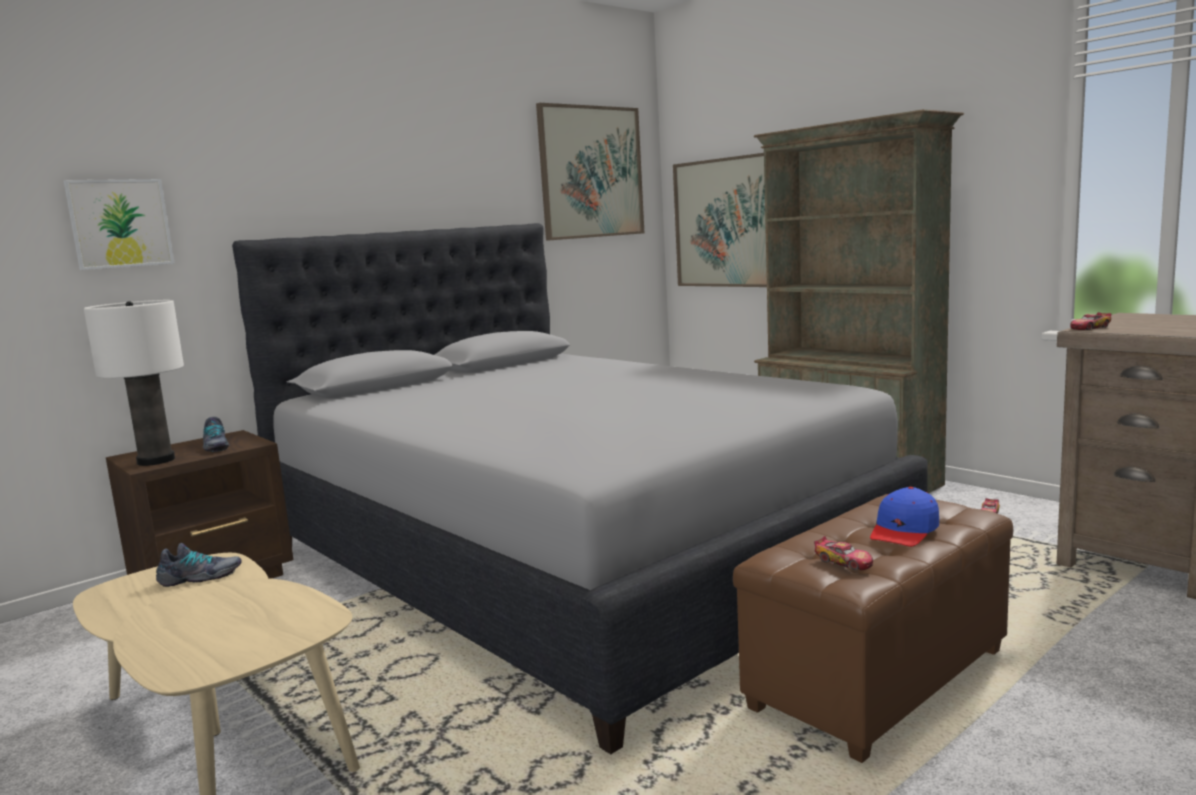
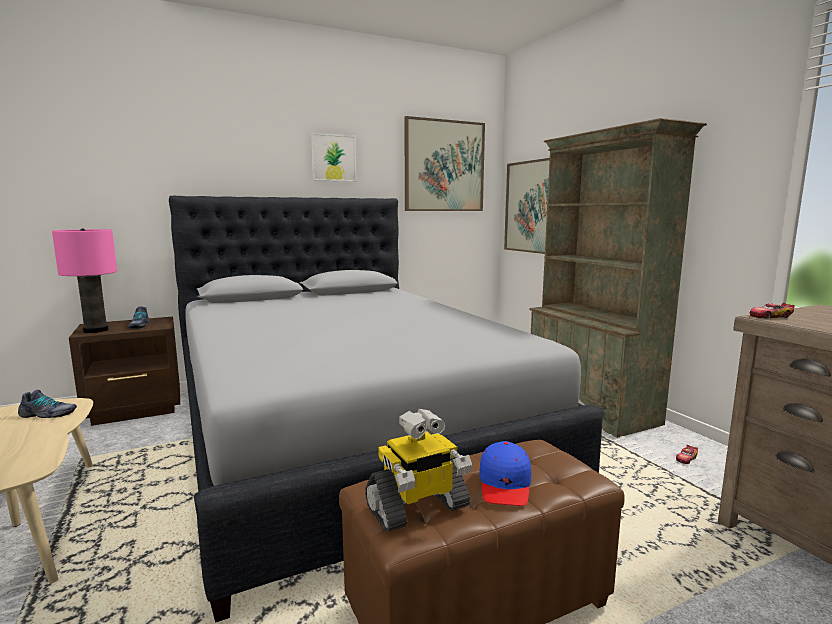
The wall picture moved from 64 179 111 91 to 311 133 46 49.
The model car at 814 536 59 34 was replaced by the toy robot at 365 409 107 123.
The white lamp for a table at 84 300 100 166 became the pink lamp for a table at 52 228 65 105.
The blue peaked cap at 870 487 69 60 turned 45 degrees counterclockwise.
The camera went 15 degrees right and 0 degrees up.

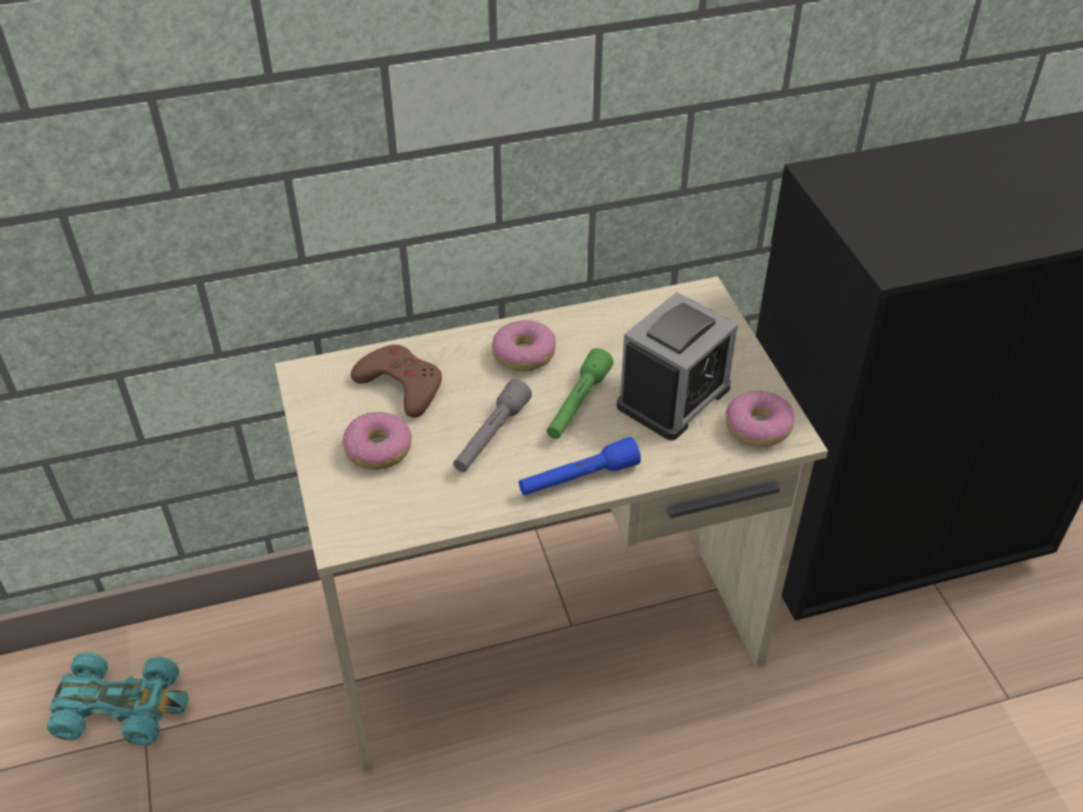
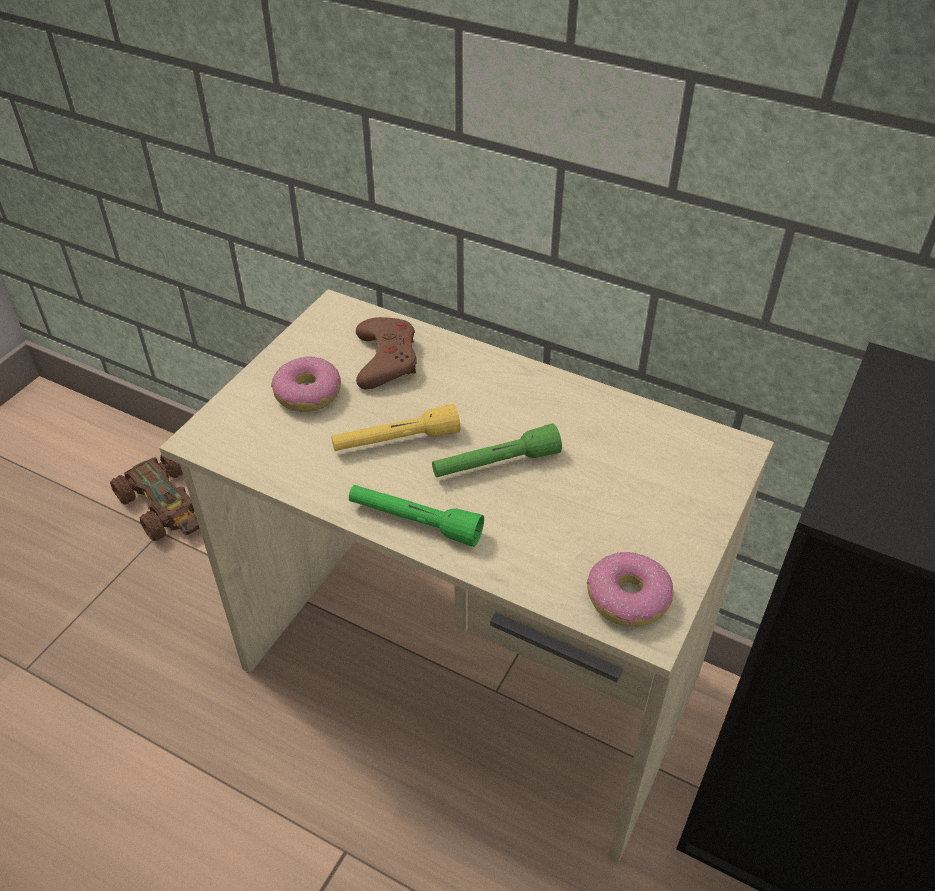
The doughnut at 492 320 64 52 disappeared.
The alarm clock at 617 292 121 148 disappeared.
The blue-green model car at 47 652 142 94 became the brownish model car at 110 455 90 86.
The grey flashlight at 453 379 79 93 became the yellow-coloured flashlight at 331 403 129 48.
The blue flashlight at 519 437 122 58 became the green-coloured flashlight at 349 485 135 62.
The camera went 45 degrees right and 0 degrees up.

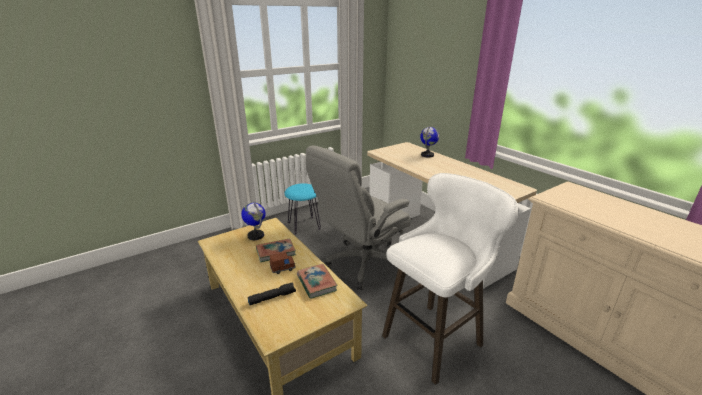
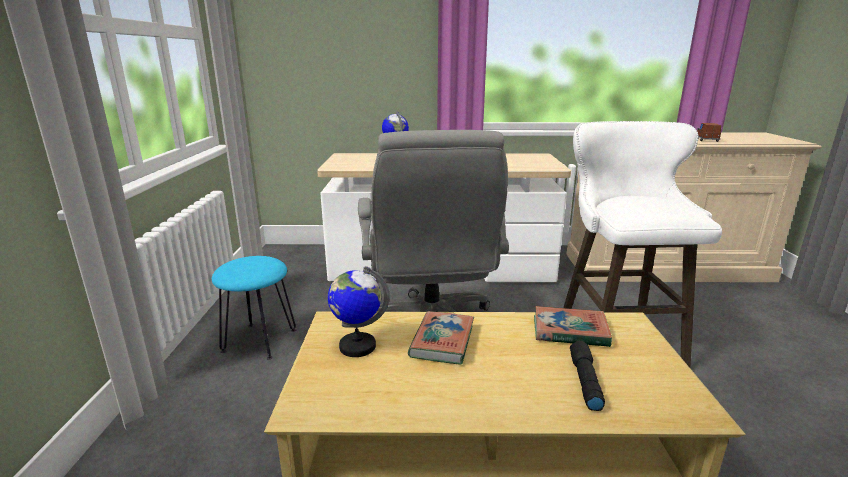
The brownish model car moved from 270 252 26 22 to 697 123 24 19.
The camera went 55 degrees left and 5 degrees down.

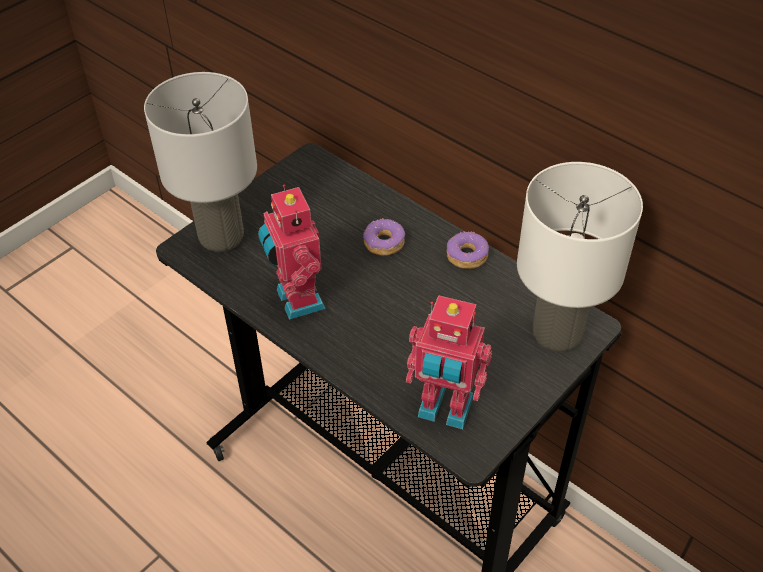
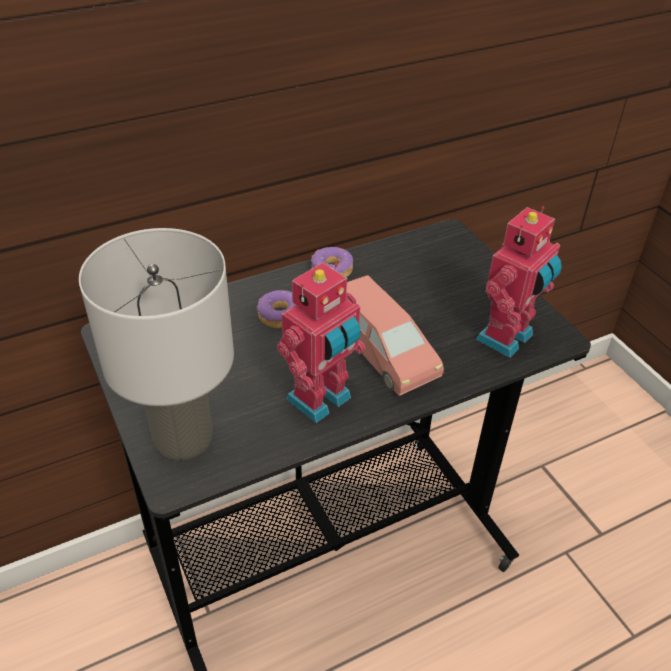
The white lamp for a table at 517 162 126 190 disappeared.
The pink model car at 347 275 97 121 appeared.
The toy robot at 258 185 68 135 turned 45 degrees counterclockwise.
The camera went 70 degrees left and 5 degrees down.

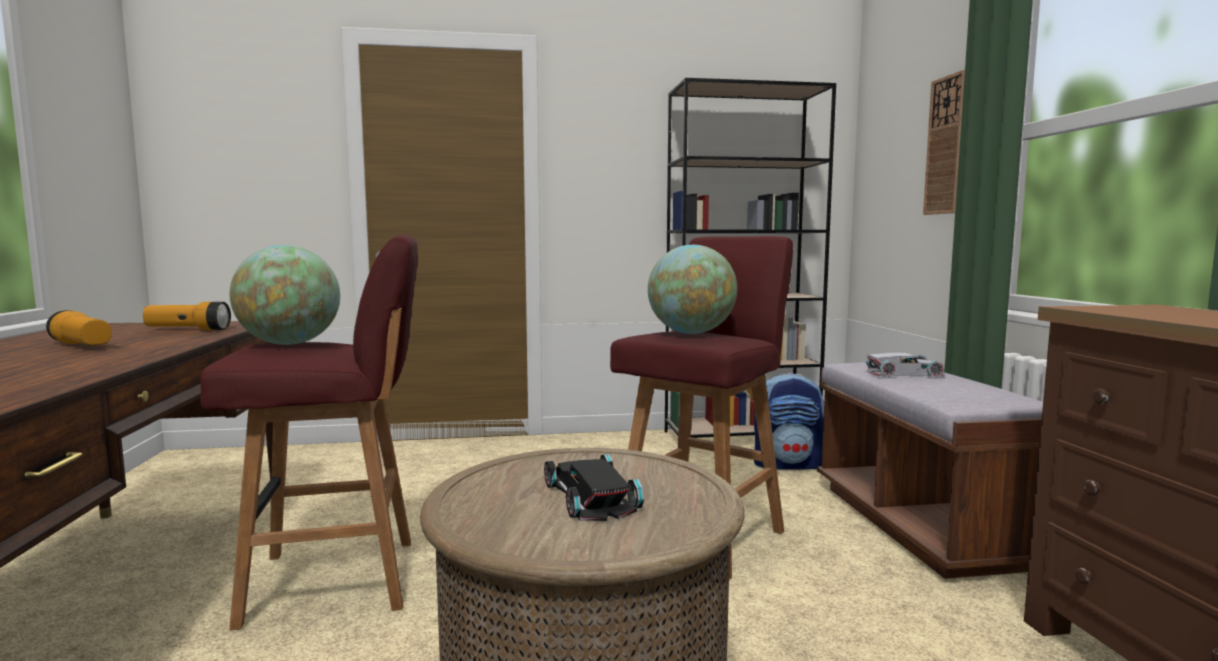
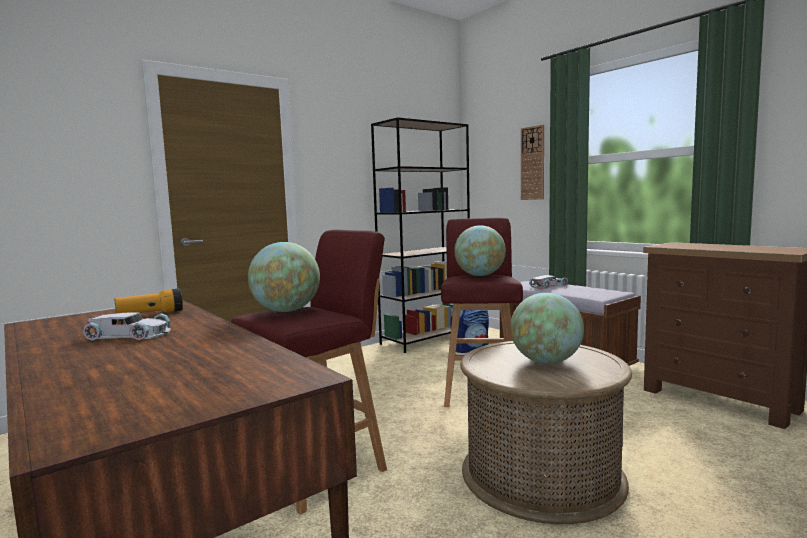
The flashlight at 46 310 66 35 was replaced by the white model car at 83 312 88 29.
The black-coloured model car at 544 454 100 67 was replaced by the world globe at 510 293 74 71.
The camera went 30 degrees left and 0 degrees up.

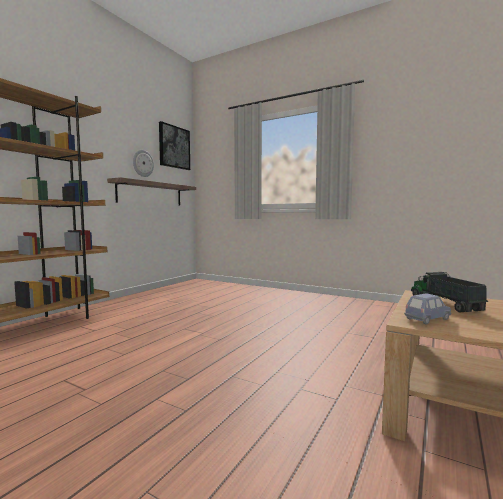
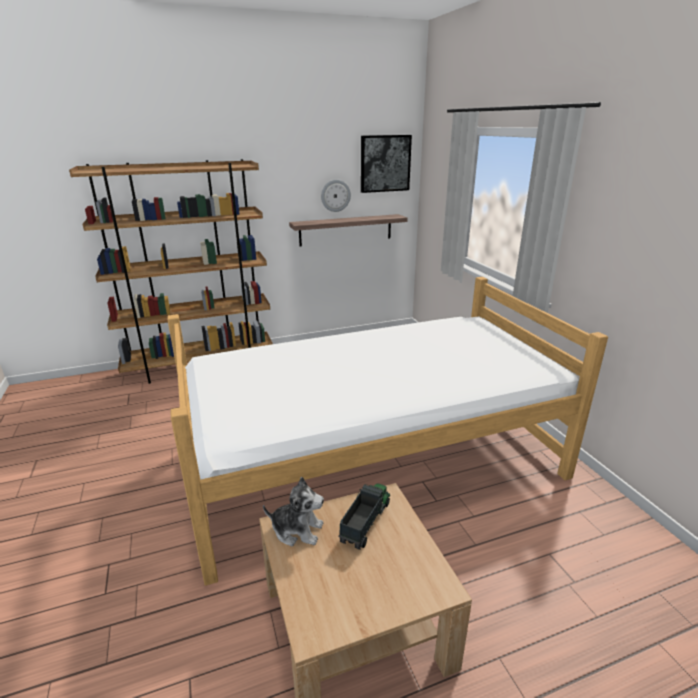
The bed at 167 277 441 309 appeared.
The blue model car at 404 293 48 32 was replaced by the soft toy at 263 477 61 69.
The camera went 40 degrees right and 20 degrees up.

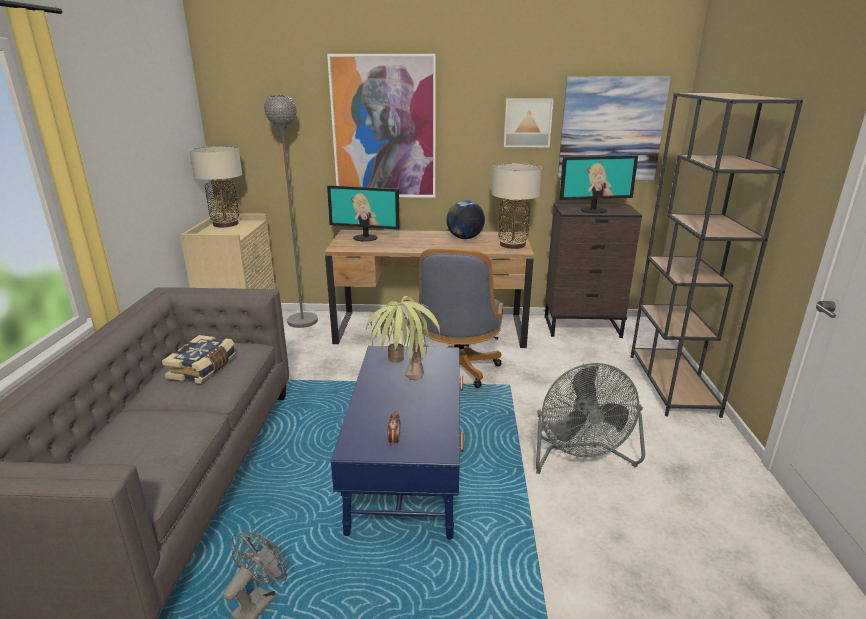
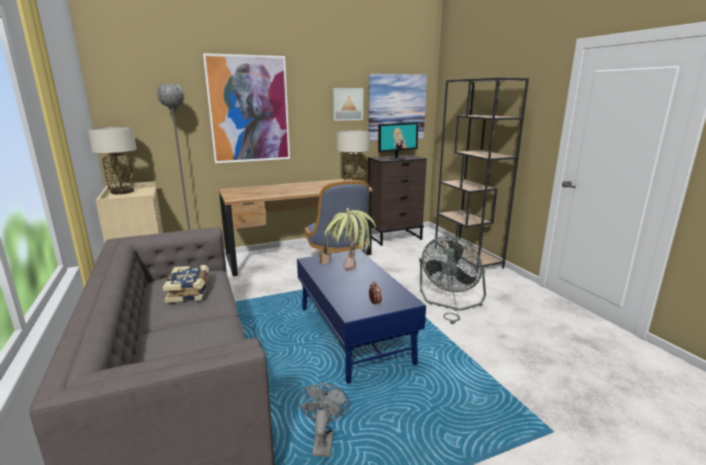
The computer display at 327 185 73 56 disappeared.
The world globe at 446 200 39 39 disappeared.
The grey fan at 536 363 109 111 turned 120 degrees counterclockwise.
The camera went 25 degrees left and 5 degrees down.

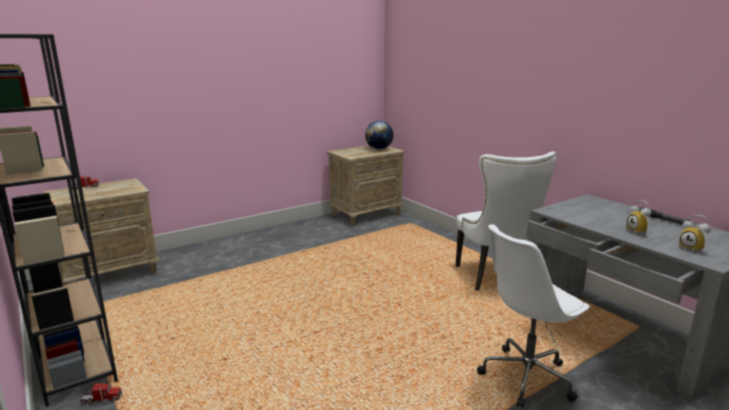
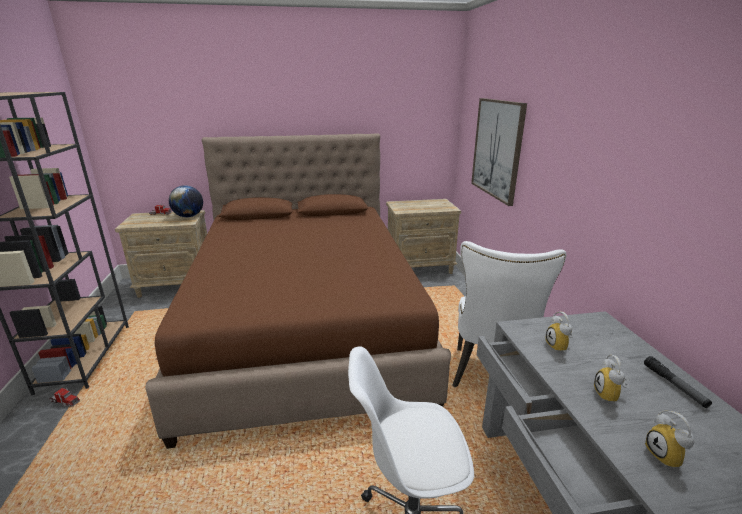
The brownish bed at 145 133 306 316 appeared.
The wall picture at 471 98 56 108 appeared.
The alarm clock at 546 312 28 40 appeared.
The world globe moved from 365 121 28 28 to 169 185 34 32.
The camera went 25 degrees right and 5 degrees up.

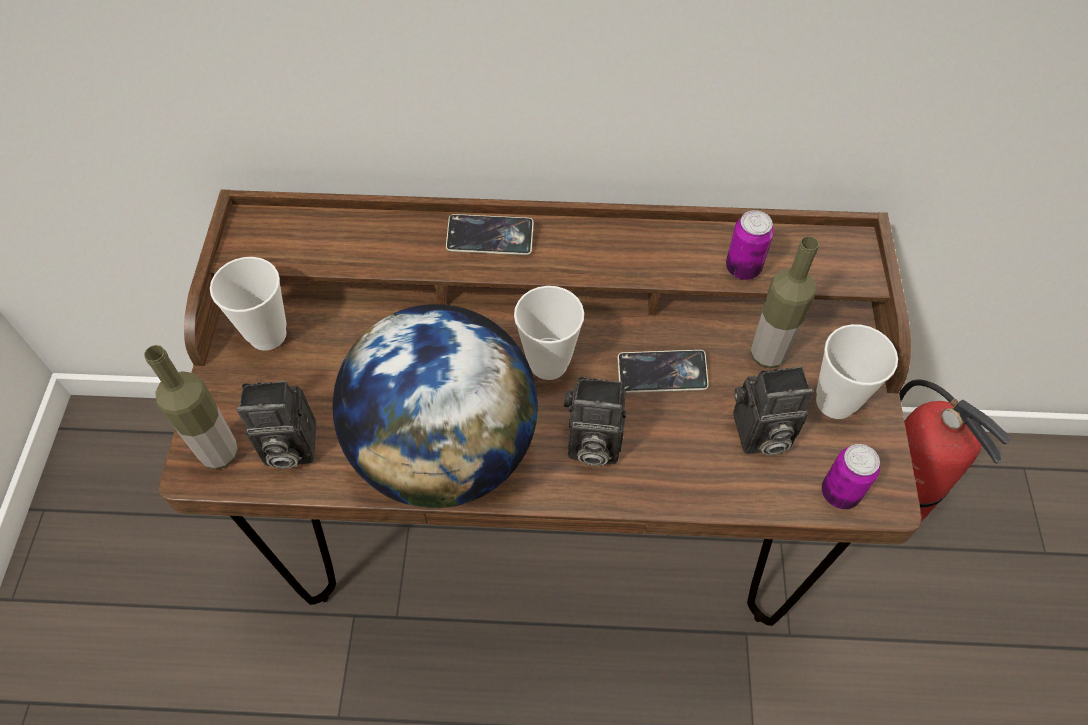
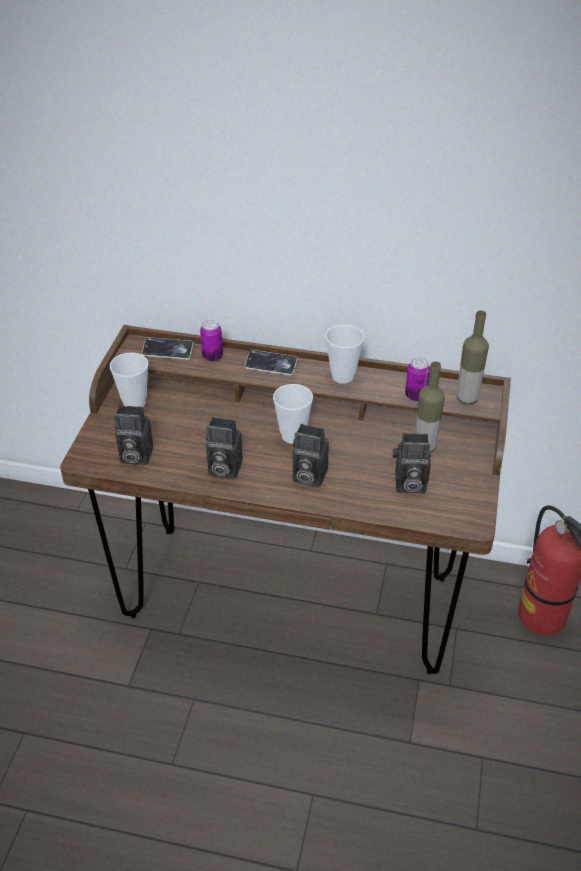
The bottle moved from 144 345 94 125 to 457 310 32 95.
The handset moved from 618 350 90 43 to 142 337 52 23.
The drinking cup moved from 816 324 82 95 to 325 324 39 60.
The can moved from 822 444 58 65 to 200 320 23 42.
The world globe at 332 304 206 204 was replaced by the photo camera at 206 417 37 62.
The camera went 10 degrees right and 15 degrees down.

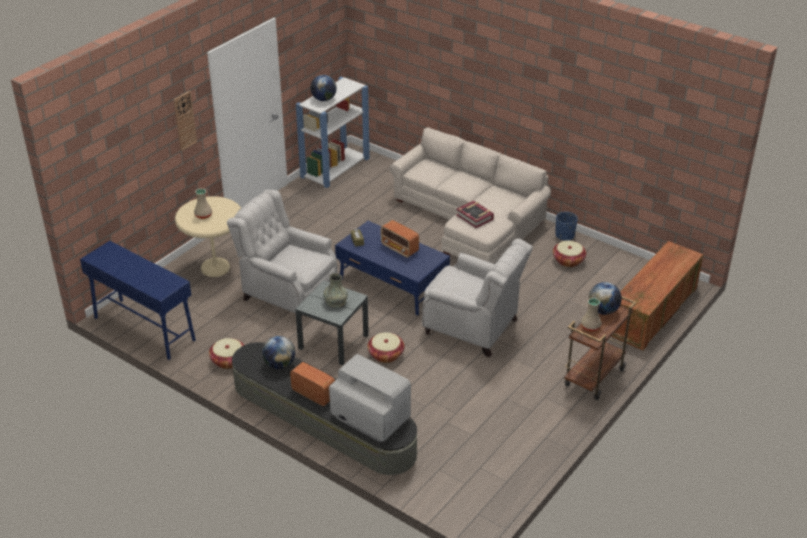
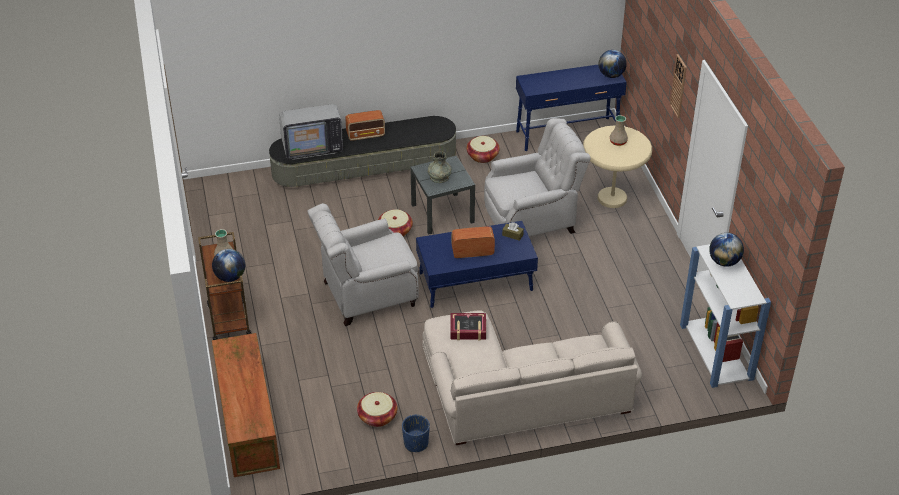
The world globe moved from 262 336 33 33 to 598 50 29 28.
The camera went 130 degrees right and 5 degrees up.

